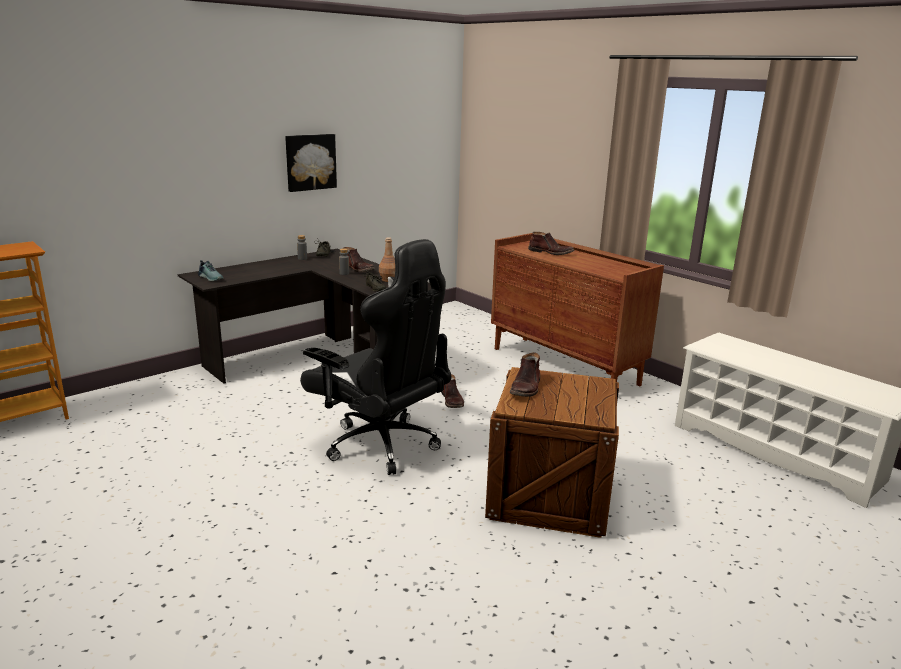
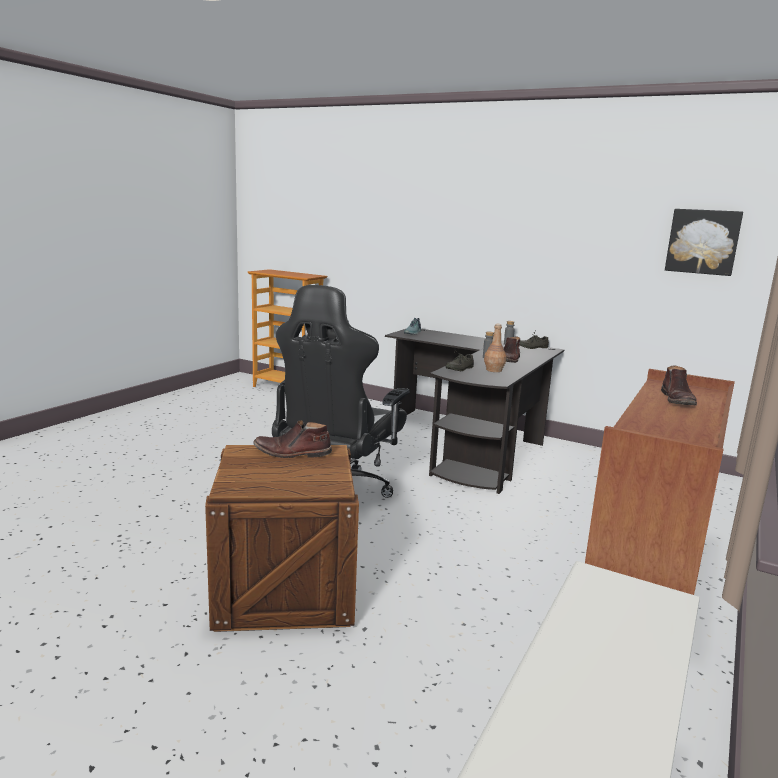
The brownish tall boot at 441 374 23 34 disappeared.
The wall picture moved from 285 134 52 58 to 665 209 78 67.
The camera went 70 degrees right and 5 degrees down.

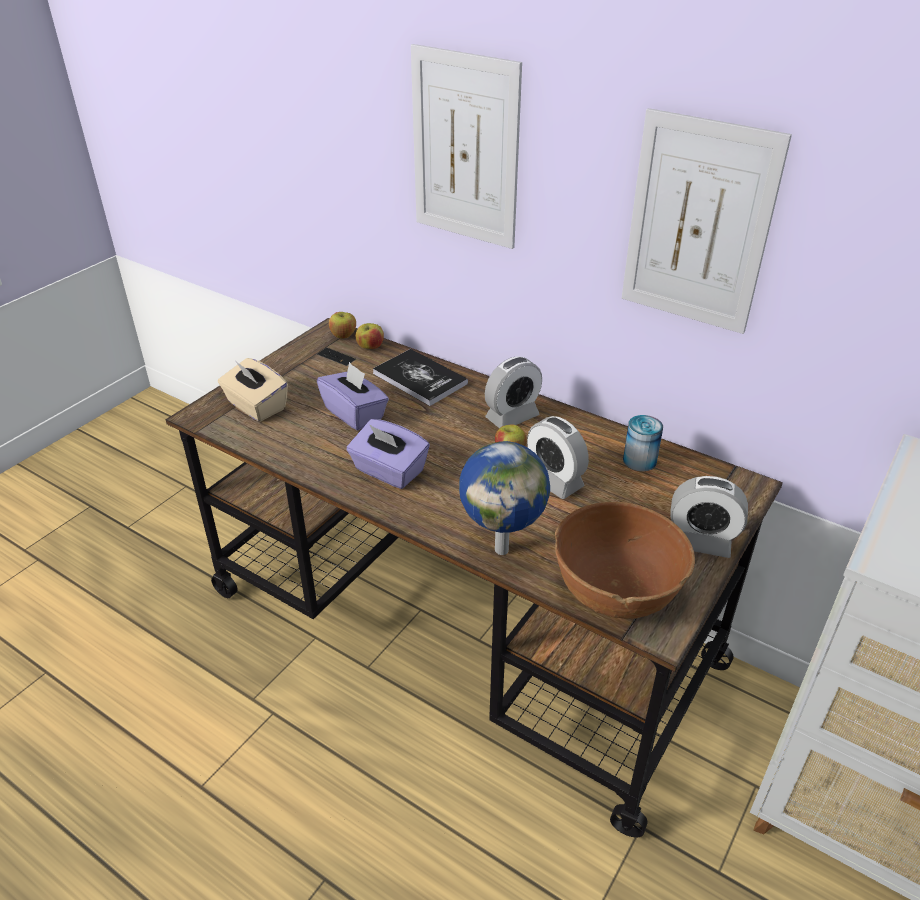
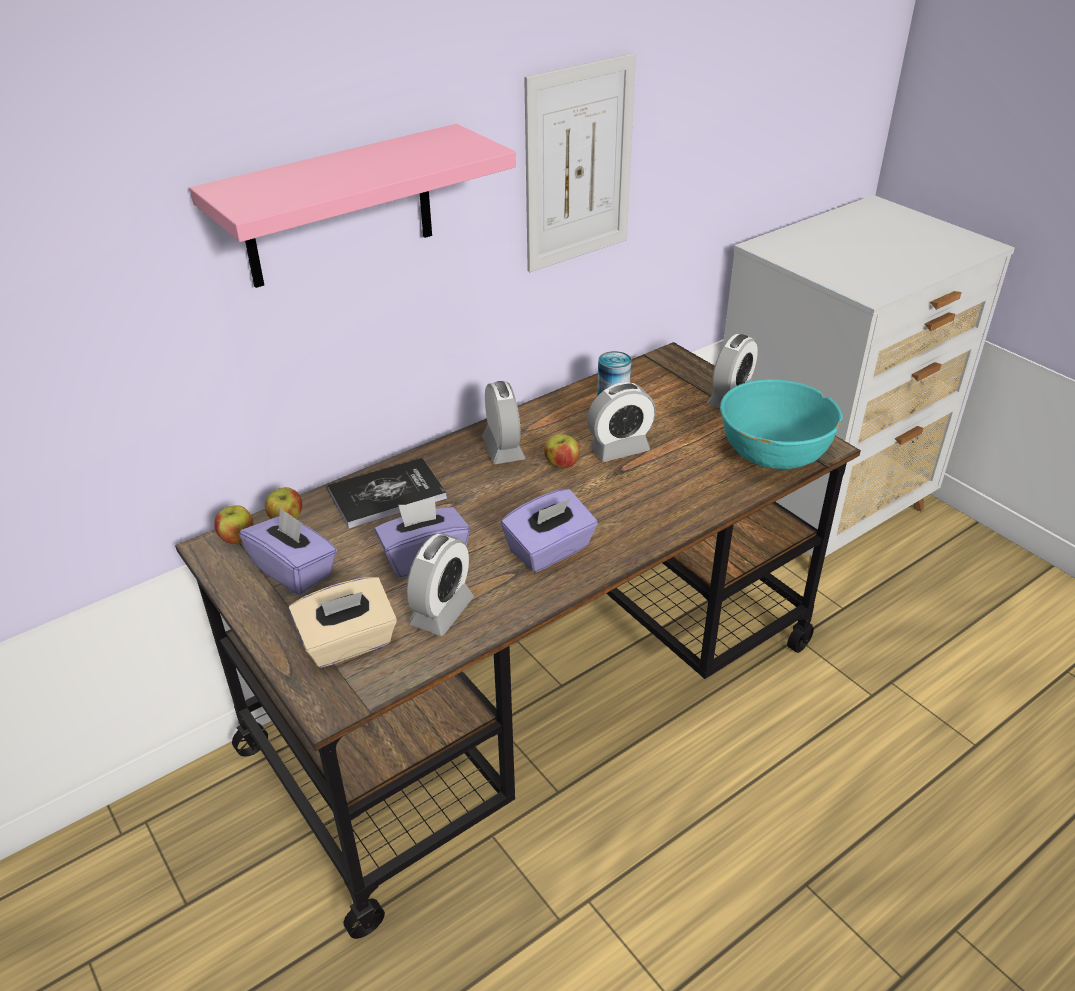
The world globe at 459 441 91 114 disappeared.
The purple box of tissues at 239 507 98 88 appeared.
The alarm clock at 407 533 67 103 appeared.
The wall picture at 411 44 111 205 was replaced by the pink shelf at 189 124 327 164.
The brownish serving bowl at 555 502 140 117 became the blue-green serving bowl at 720 379 123 90.
The camera went 70 degrees left and 0 degrees up.

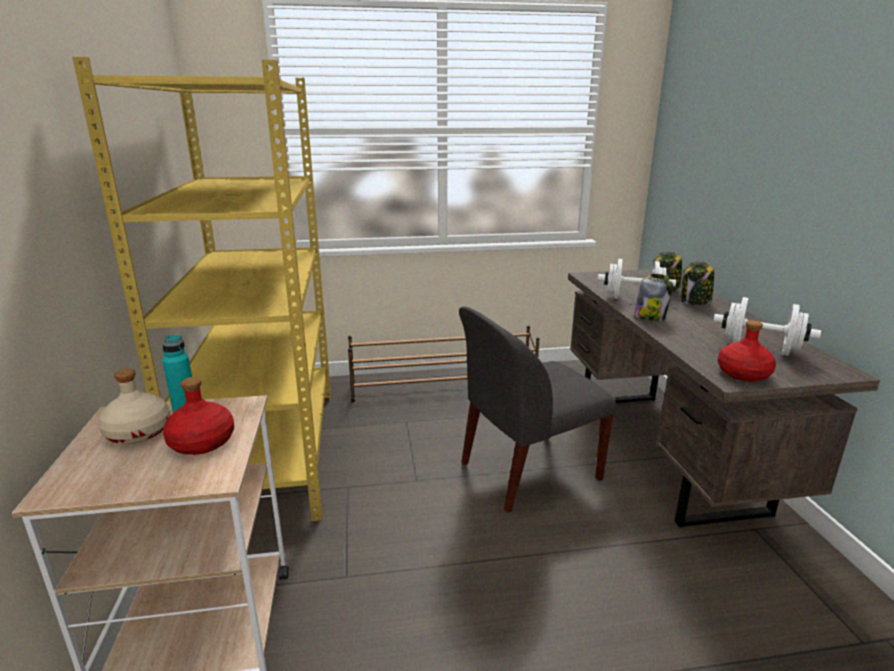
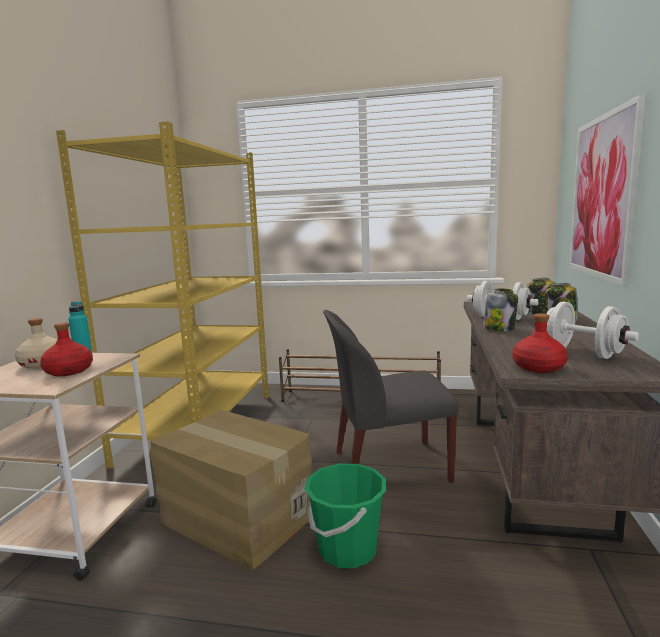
The packing box at 150 410 162 159 appeared.
The green-coloured bucket at 305 463 81 105 appeared.
The wall picture at 569 94 77 192 appeared.
The camera went 20 degrees right and 10 degrees down.

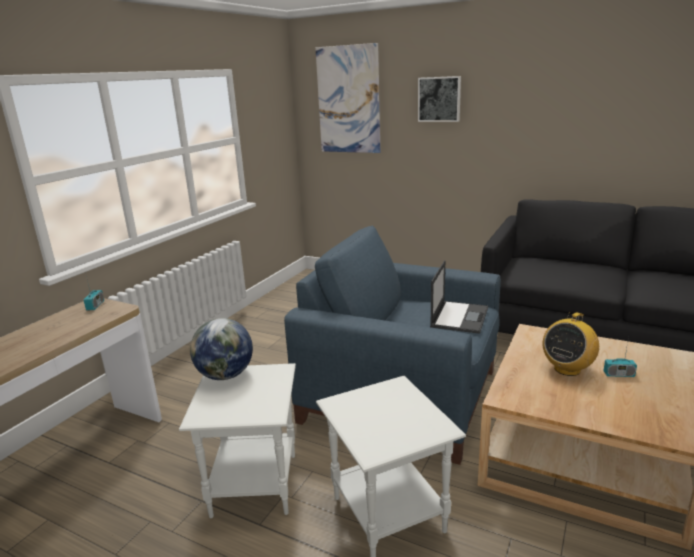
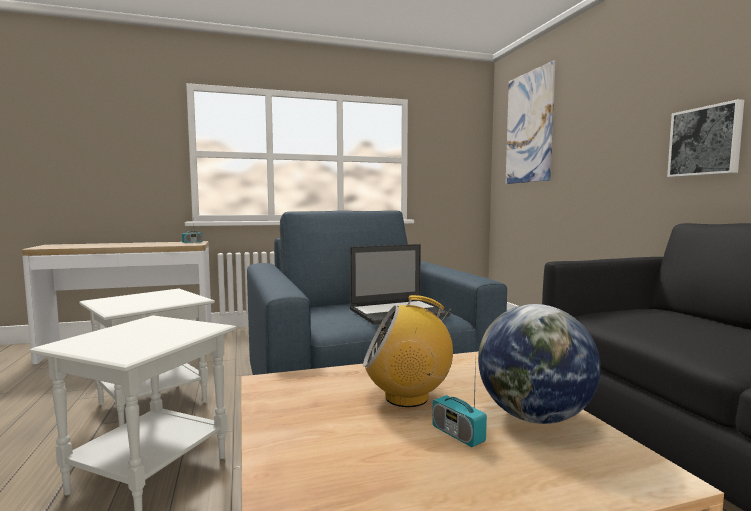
The world globe moved from 190 318 63 62 to 478 304 123 120.
The wall picture moved from 418 76 43 46 to 667 99 77 78.
The camera went 45 degrees right and 15 degrees down.

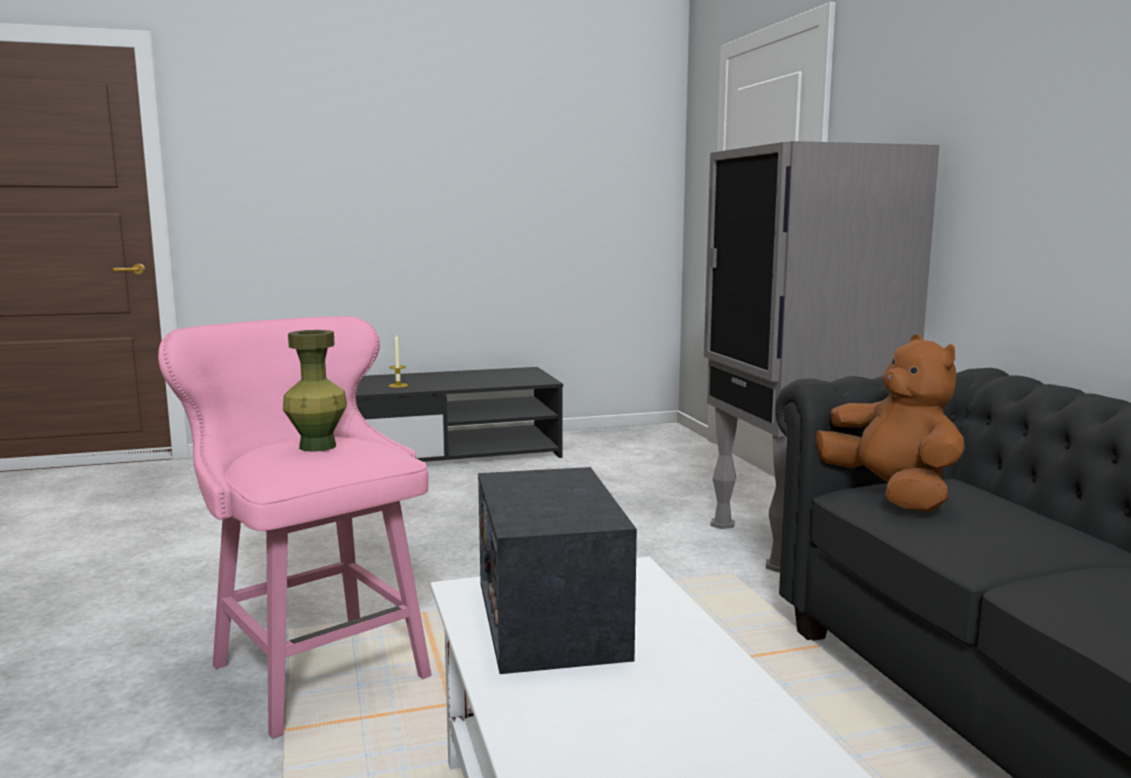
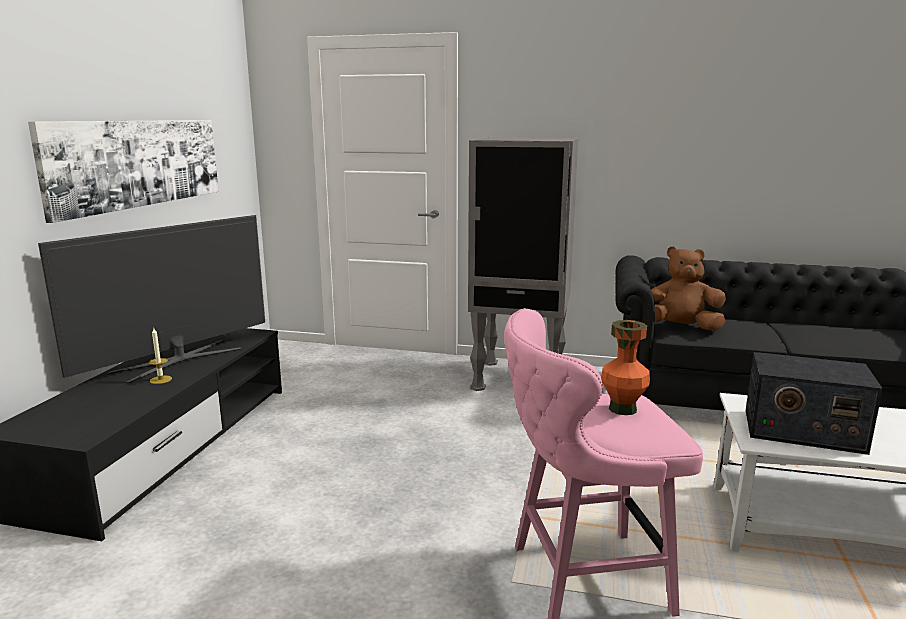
The wall picture at 28 120 191 103 appeared.
The TV set at 38 215 227 168 appeared.
The green-coloured decorative vase at 283 330 64 122 became the orange-coloured decorative vase at 601 320 49 95.
The camera went 60 degrees left and 5 degrees up.

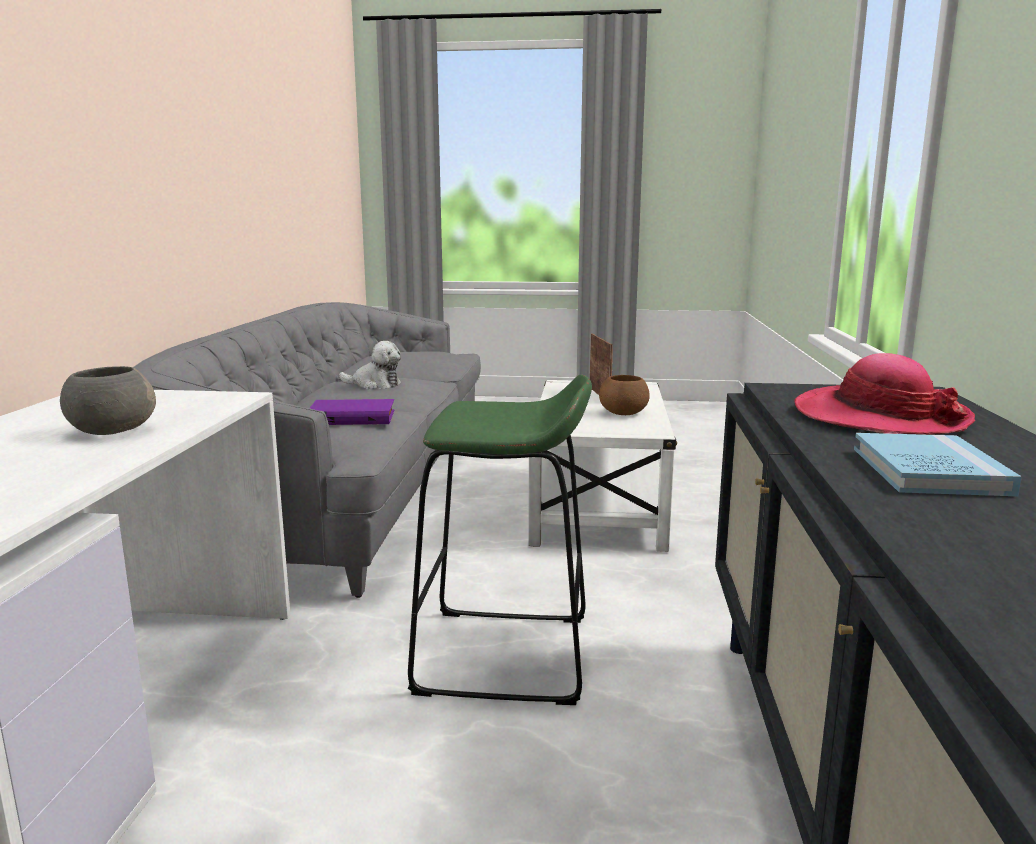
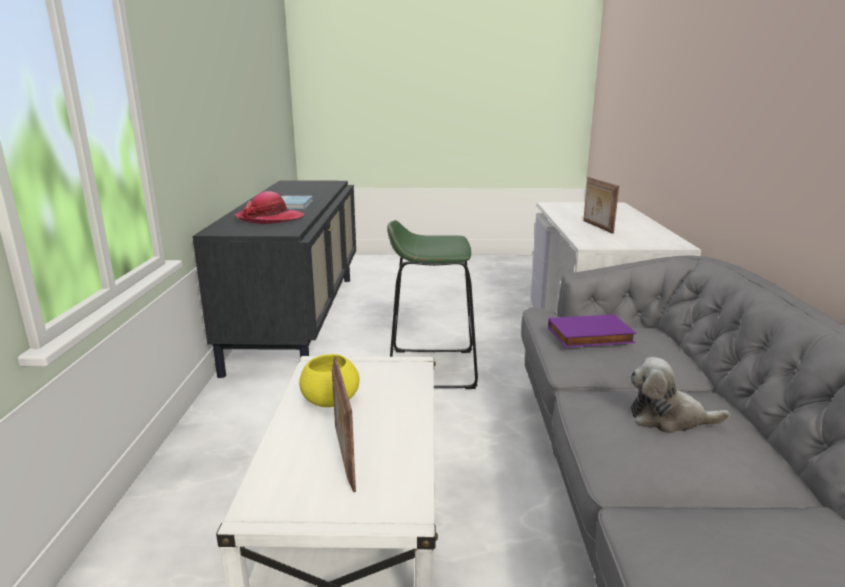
The grey serving bowl at 60 366 96 69 was replaced by the standing frame at 583 177 36 57.
The brownish serving bowl at 599 375 51 40 became the yellow-coloured serving bowl at 299 354 61 53.
The camera went 175 degrees right and 5 degrees up.

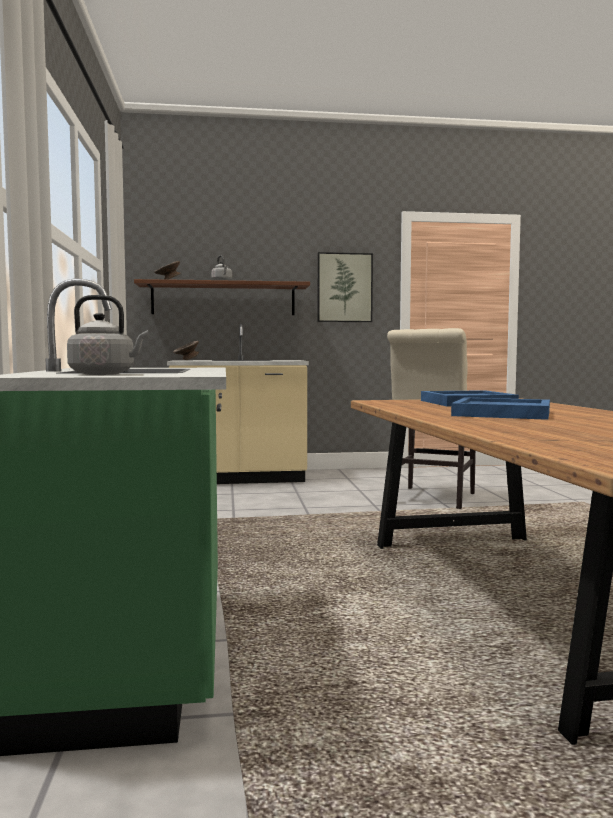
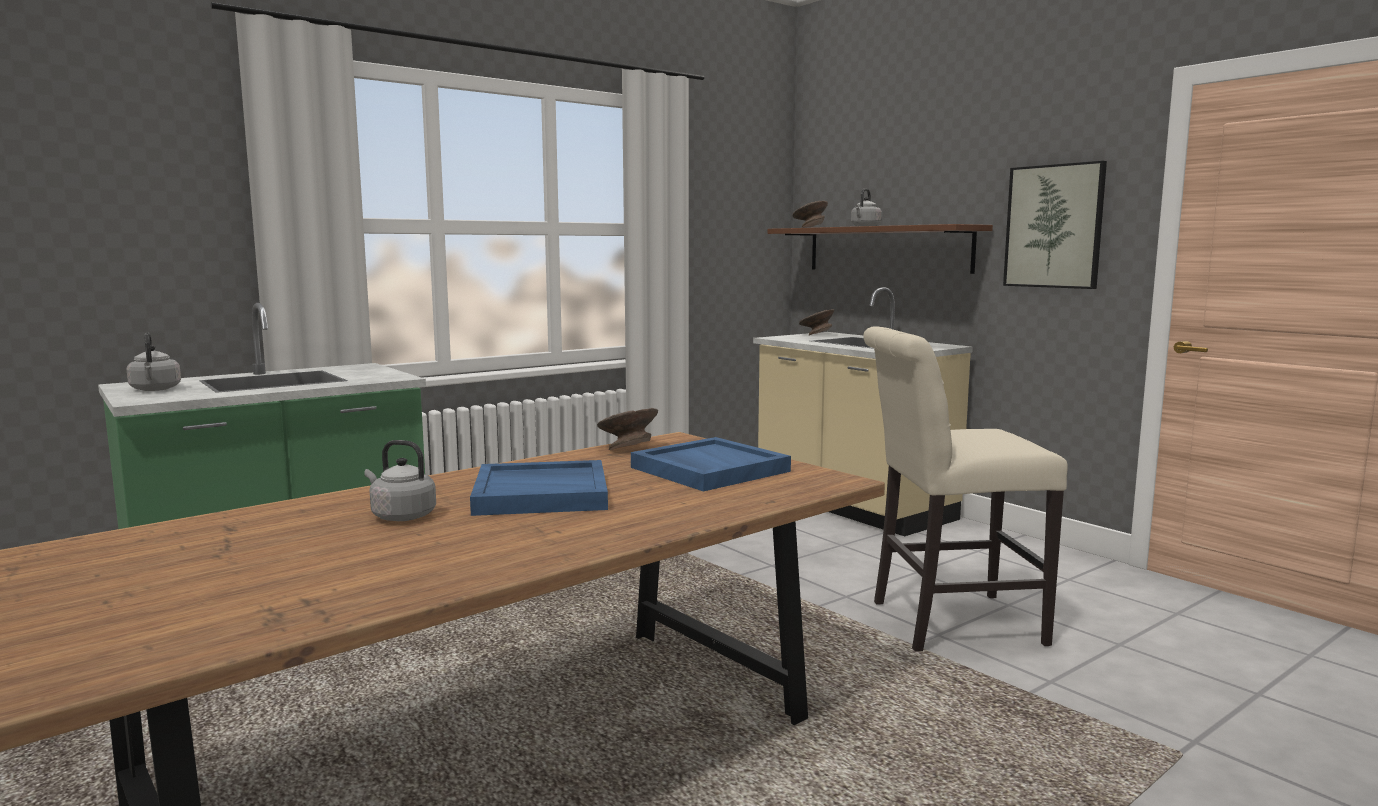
The grey kettle at 364 440 72 81 appeared.
The grey serving bowl at 597 408 61 42 appeared.
The camera went 60 degrees right and 5 degrees up.

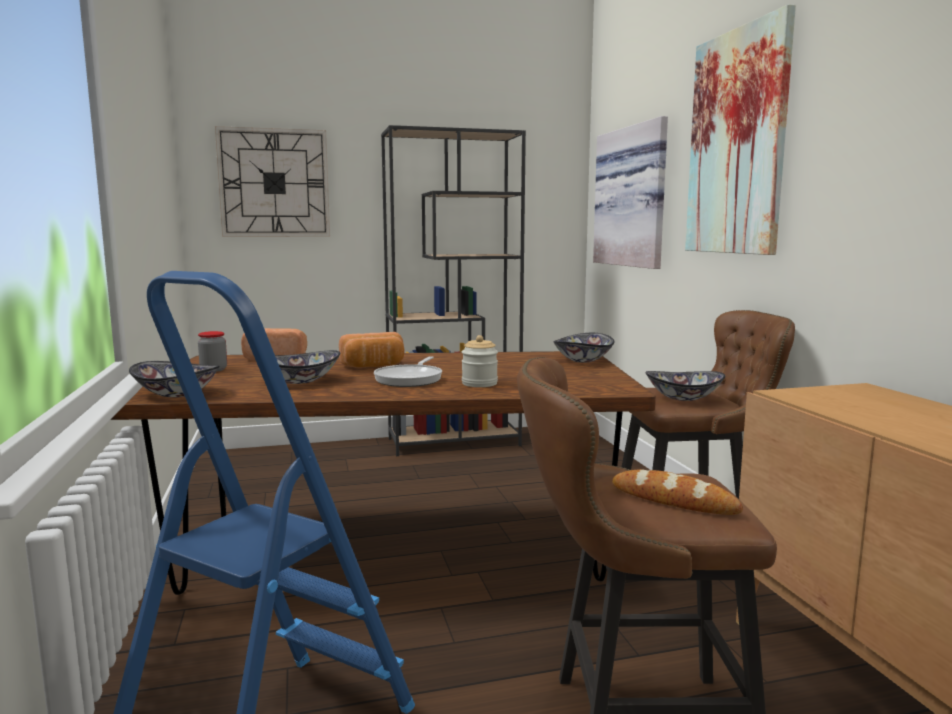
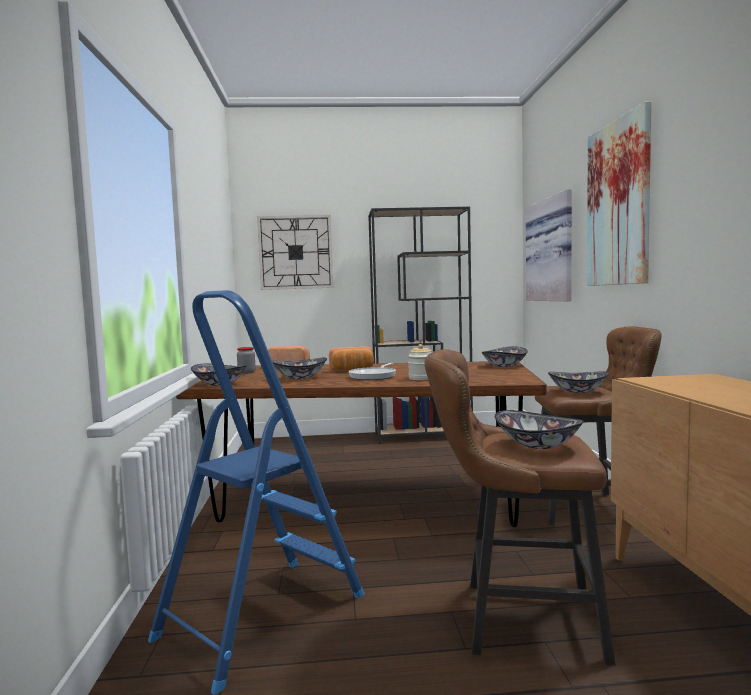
The baked bread at 612 469 131 46 was replaced by the serving bowl at 495 410 89 39.
The camera went 10 degrees right and 5 degrees down.

